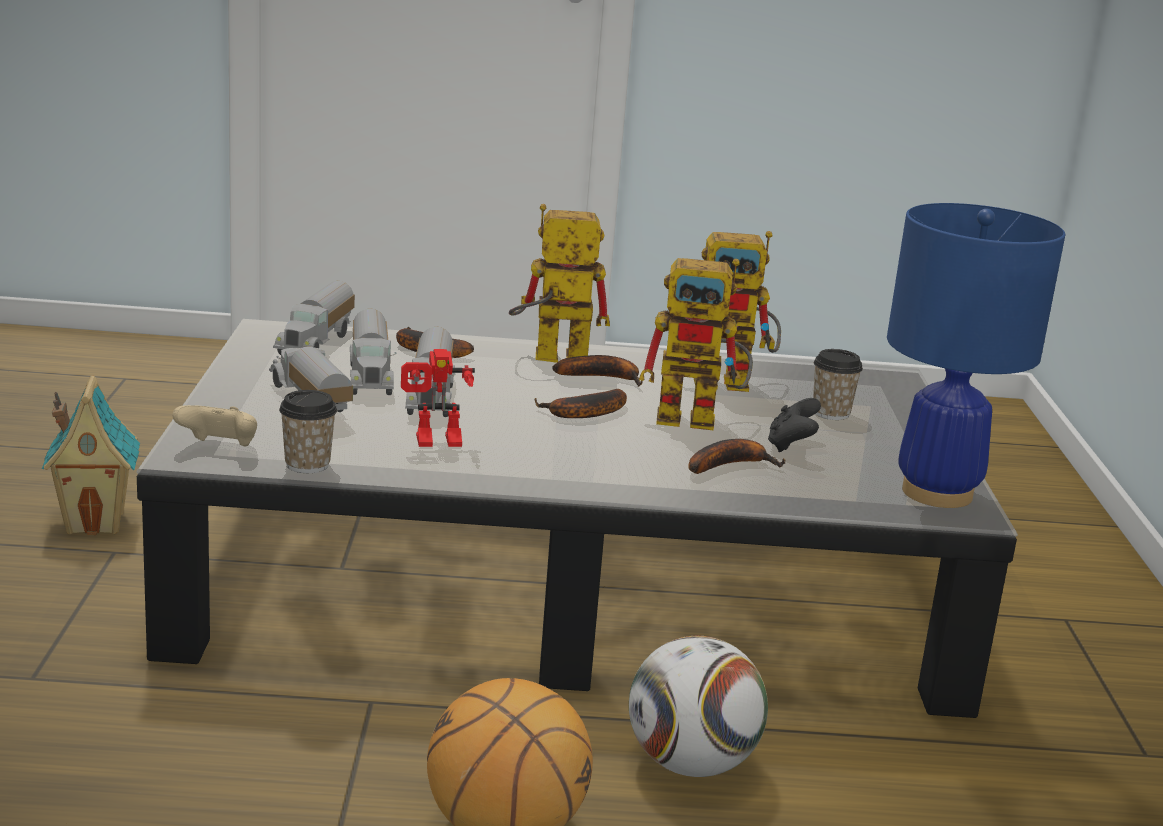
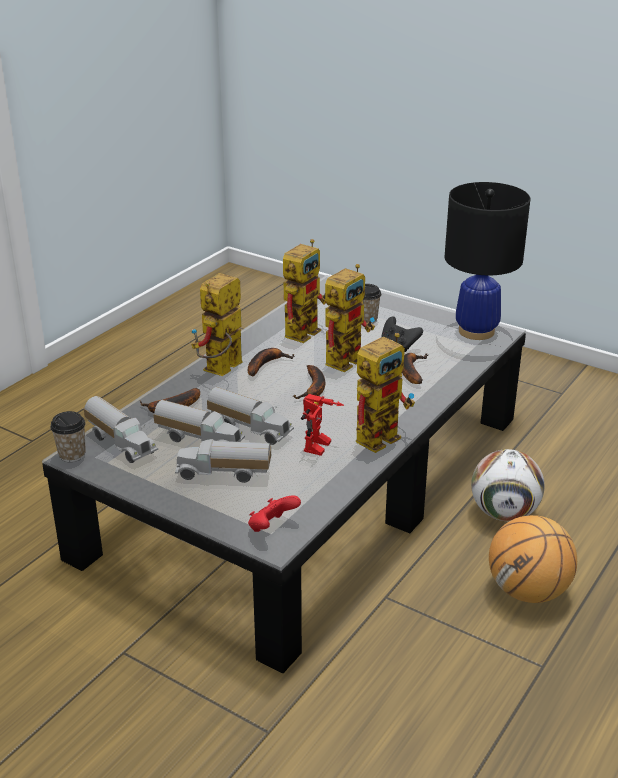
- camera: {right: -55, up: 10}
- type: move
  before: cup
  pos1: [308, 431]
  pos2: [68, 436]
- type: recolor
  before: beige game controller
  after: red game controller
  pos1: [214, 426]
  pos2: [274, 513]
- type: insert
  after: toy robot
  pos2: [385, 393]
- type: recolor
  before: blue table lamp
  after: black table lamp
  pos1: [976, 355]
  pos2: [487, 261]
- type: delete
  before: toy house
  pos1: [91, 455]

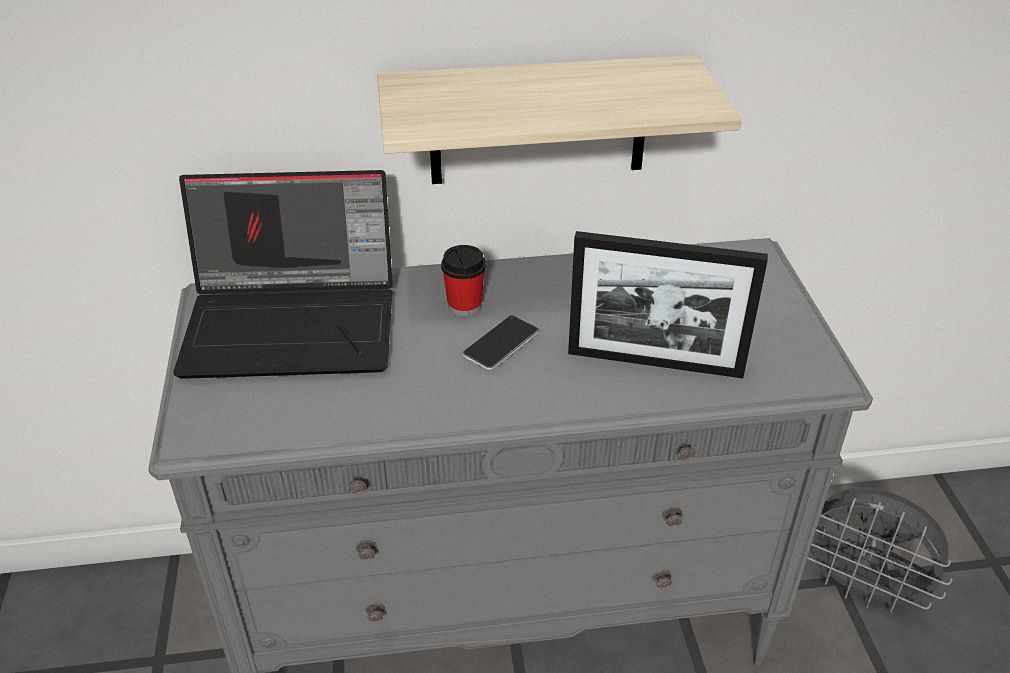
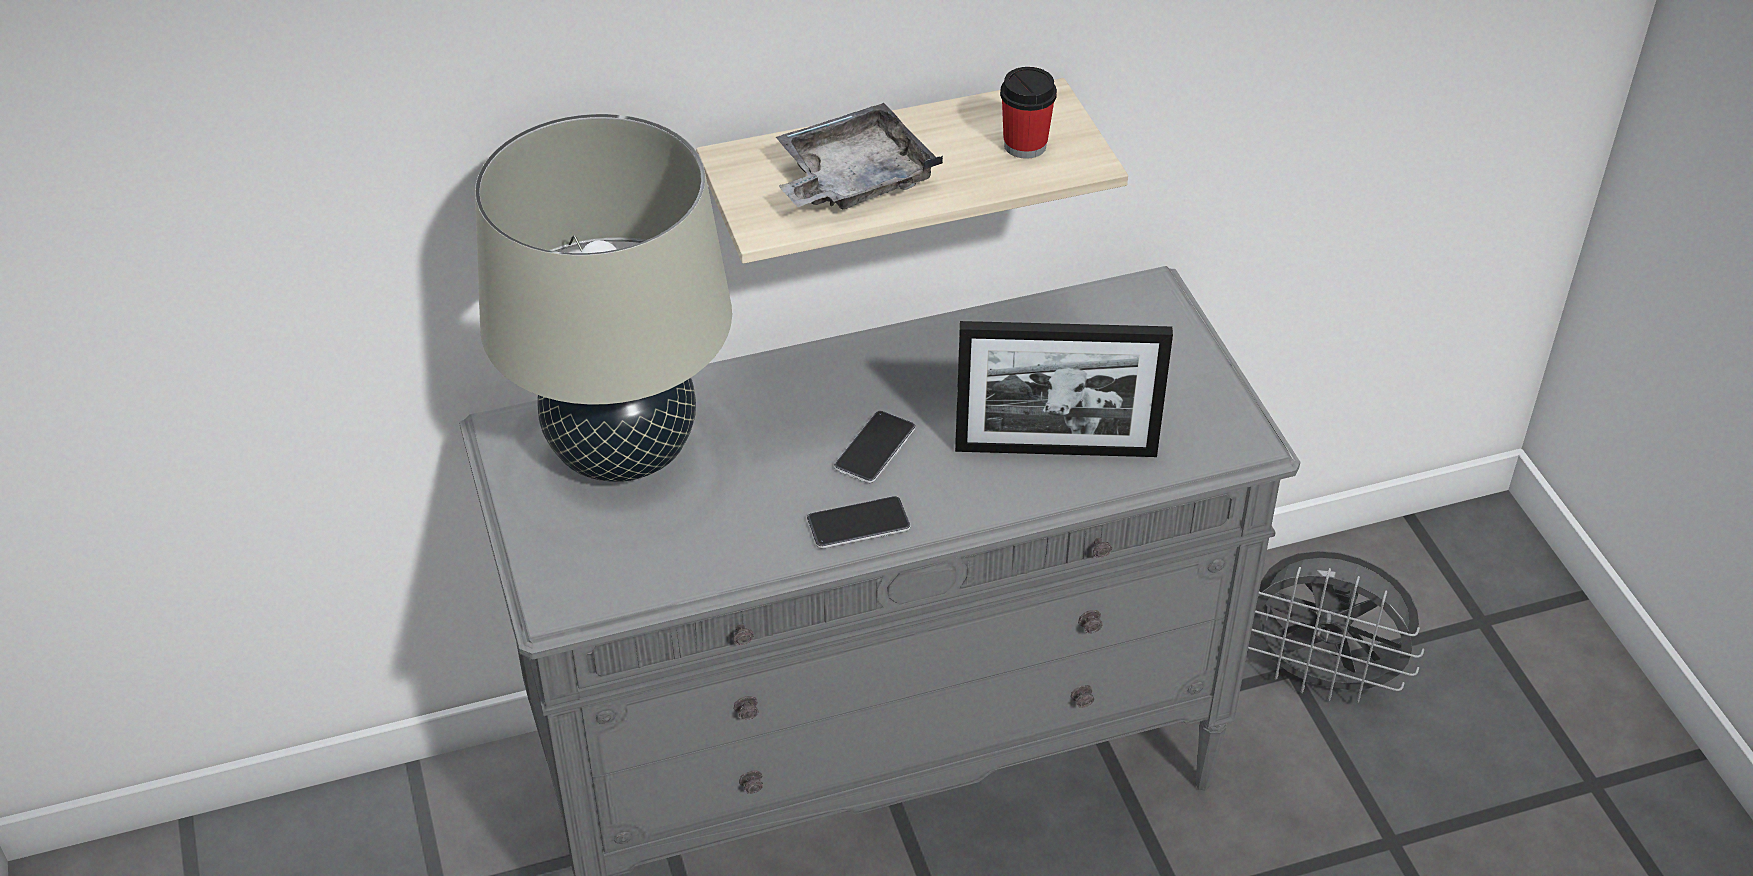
- camera: {right: -10, up: 5}
- type: replace
  before: laptop
  after: beige table lamp
  pos1: [283, 274]
  pos2: [603, 298]
- type: insert
  after: grey tray
  pos2: [859, 156]
- type: insert
  after: phone
  pos2: [859, 522]
- type: move
  before: cup
  pos1: [463, 280]
  pos2: [1028, 113]

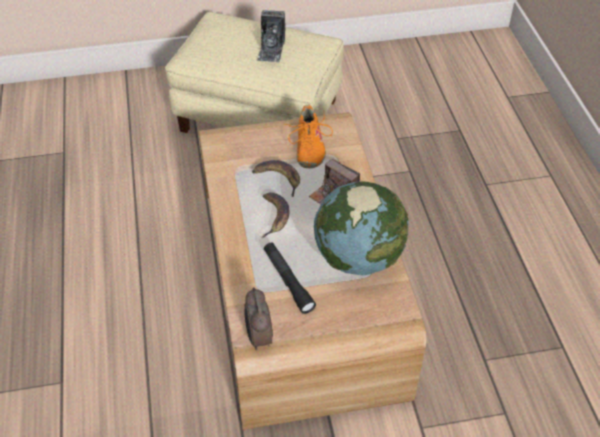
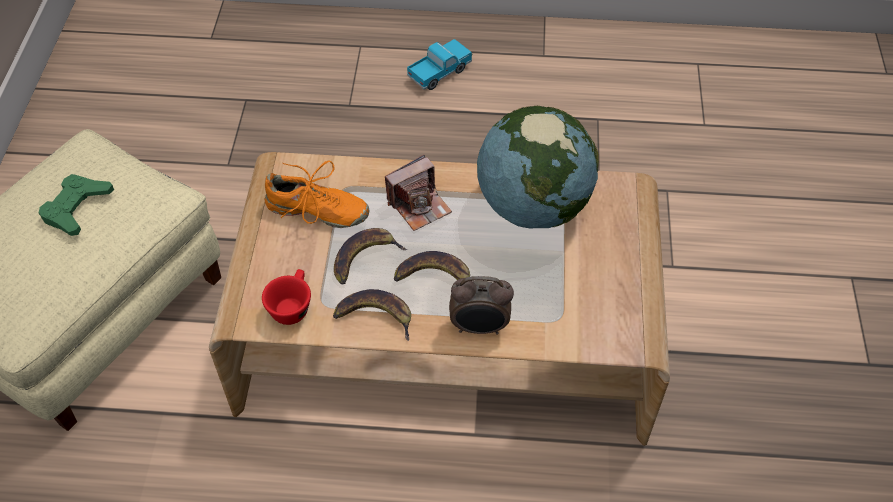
- camera: {right: -75, up: 5}
- type: replace
  before: photo camera
  after: green game controller
  pos1: [271, 36]
  pos2: [76, 205]
- type: insert
  after: red cup
  pos2: [286, 297]
- type: insert
  after: banana
  pos2: [372, 315]
- type: insert
  after: toy truck
  pos2: [439, 64]
- type: move
  before: alarm clock
  pos1: [258, 318]
  pos2: [481, 305]
- type: delete
  before: black flashlight
  pos1: [290, 278]

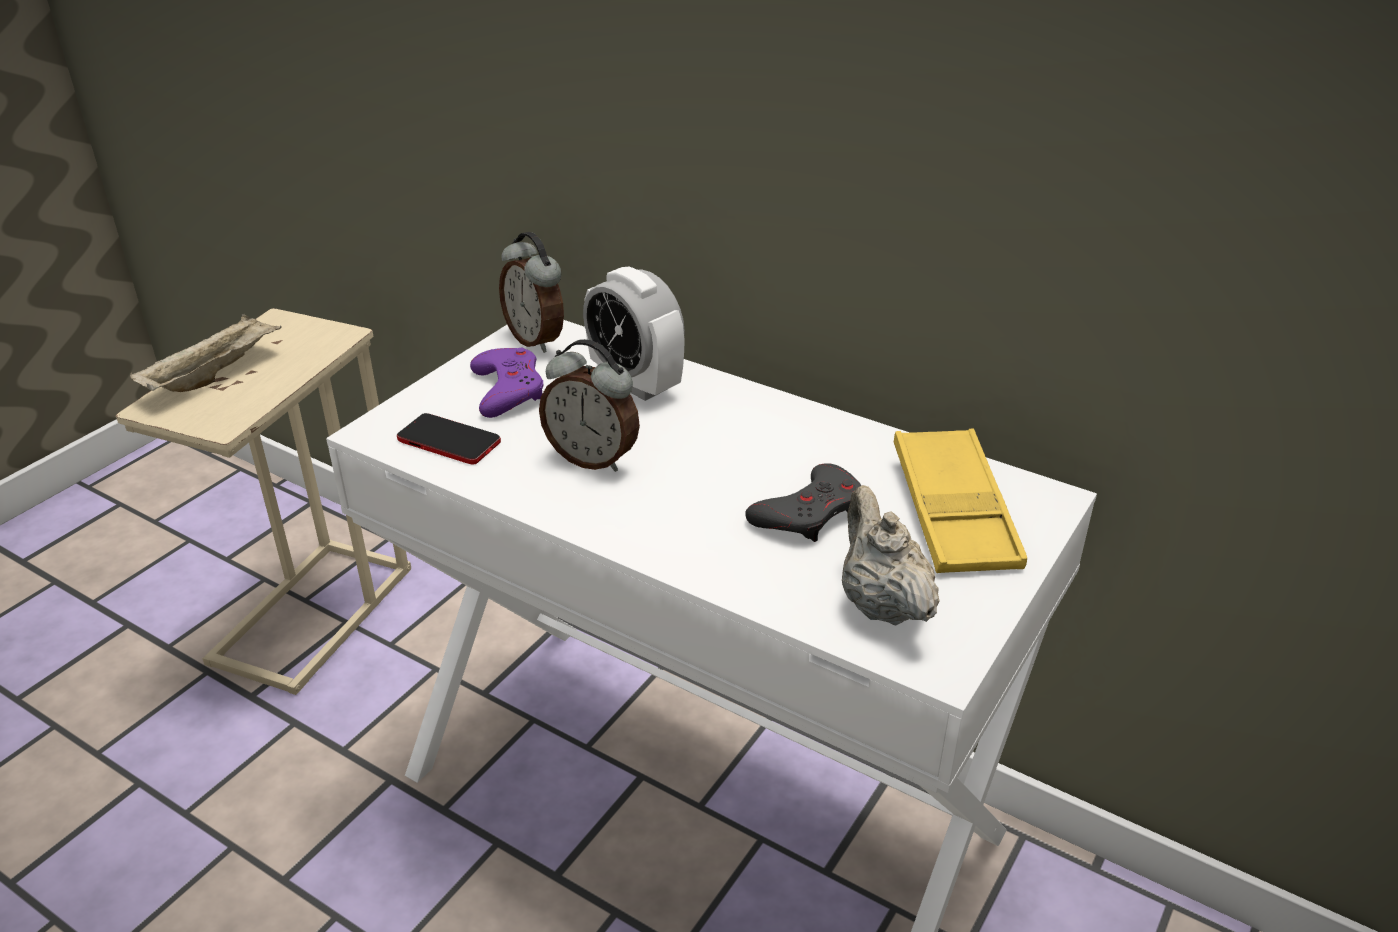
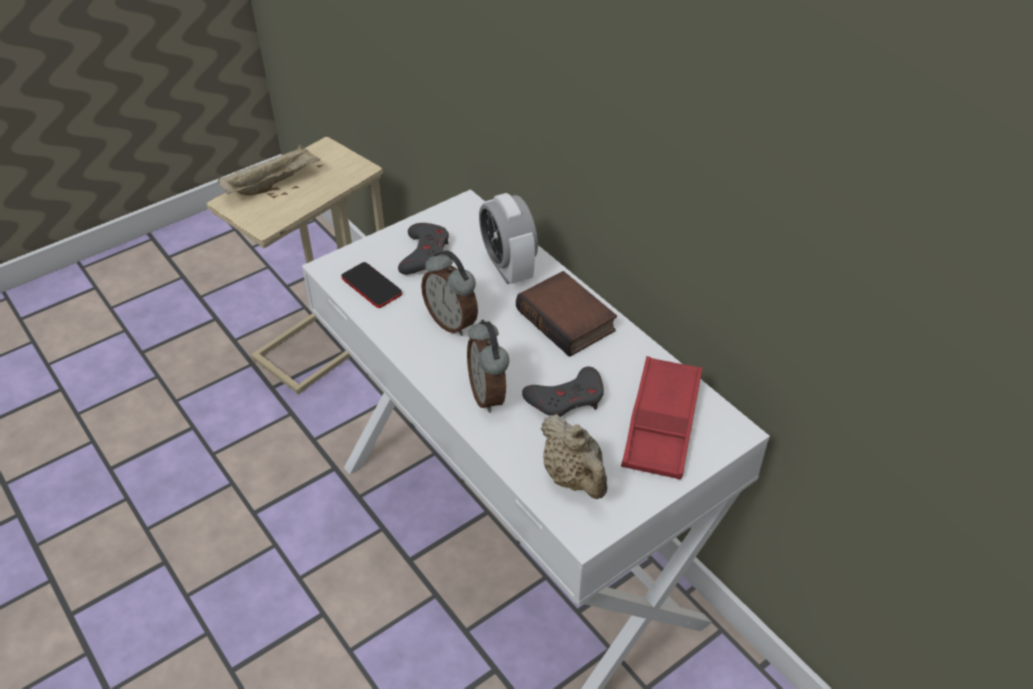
- camera: {right: 20, up: 10}
- type: recolor
  before: purple game controller
  after: grey game controller
  pos1: [506, 383]
  pos2: [423, 249]
- type: move
  before: alarm clock
  pos1: [531, 292]
  pos2: [488, 366]
- type: insert
  after: book
  pos2: [566, 314]
- type: rotate
  before: beige teapot
  pos1: [891, 555]
  pos2: [574, 456]
  turn: 150
- type: recolor
  before: yellow tray
  after: red tray
  pos1: [960, 500]
  pos2: [662, 417]

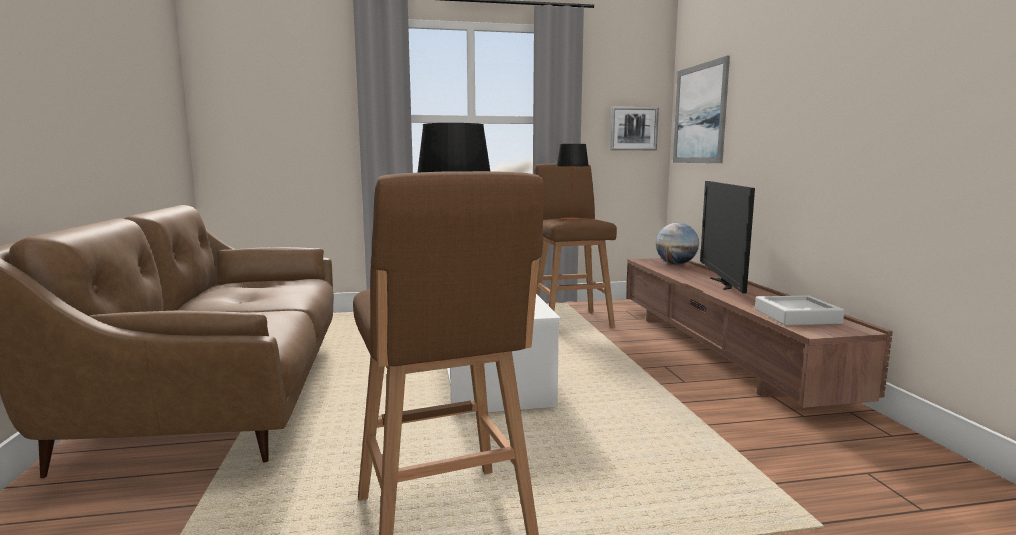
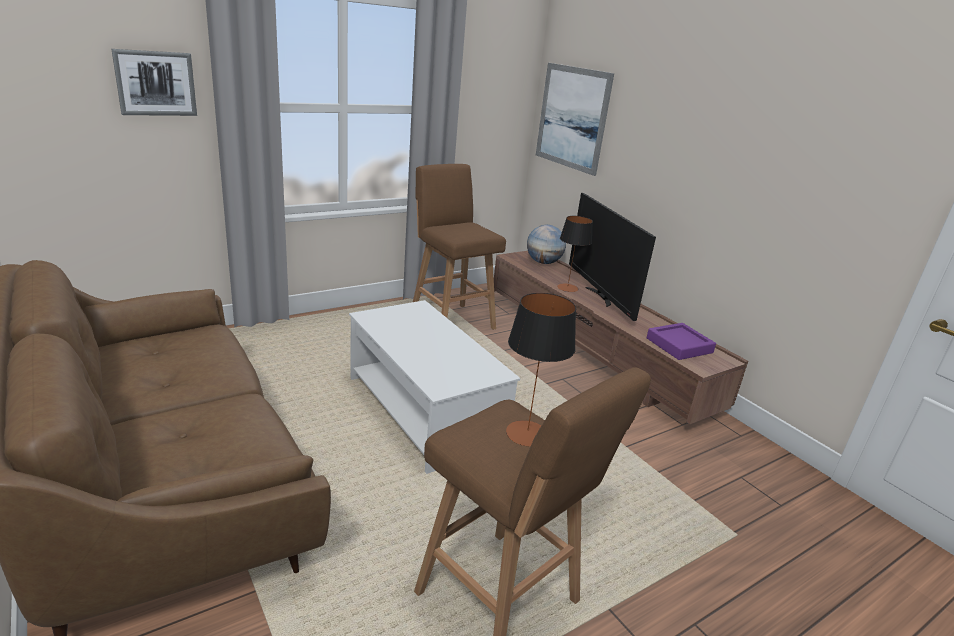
- camera: {right: -25, up: 15}
- type: move
  before: picture
  pos1: [634, 128]
  pos2: [154, 82]
- type: move
  before: table lamp
  pos1: [572, 182]
  pos2: [575, 254]
- type: recolor
  before: grey tray
  after: purple tray
  pos1: [799, 310]
  pos2: [681, 341]

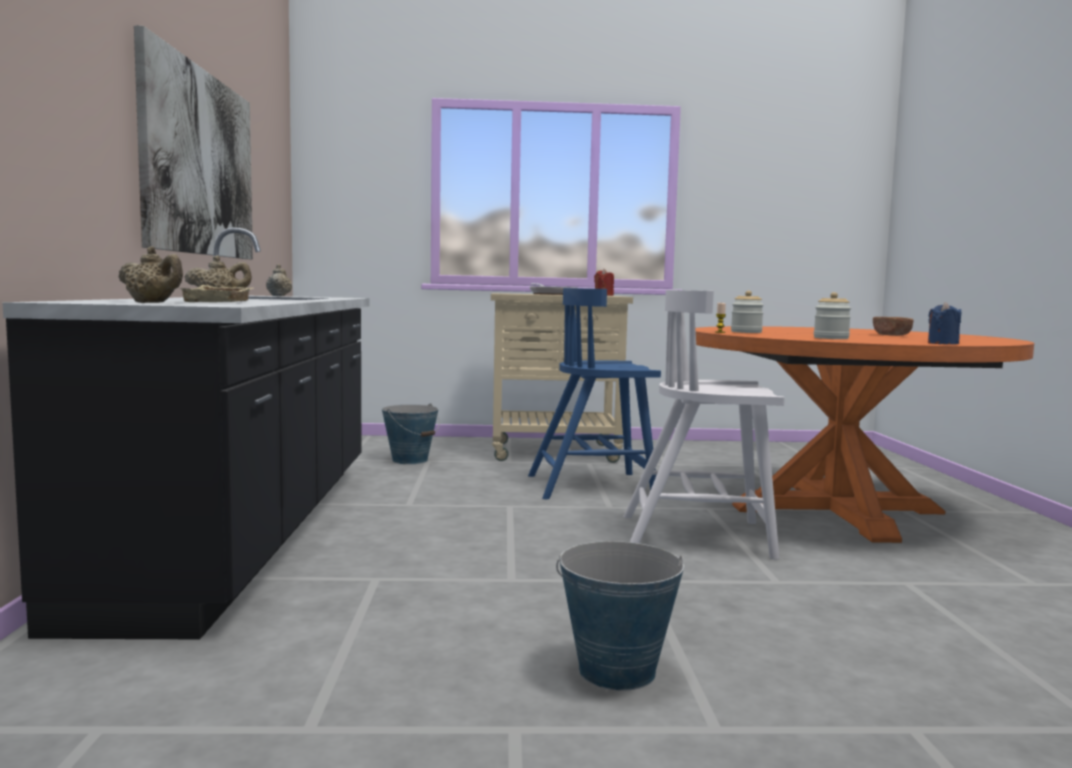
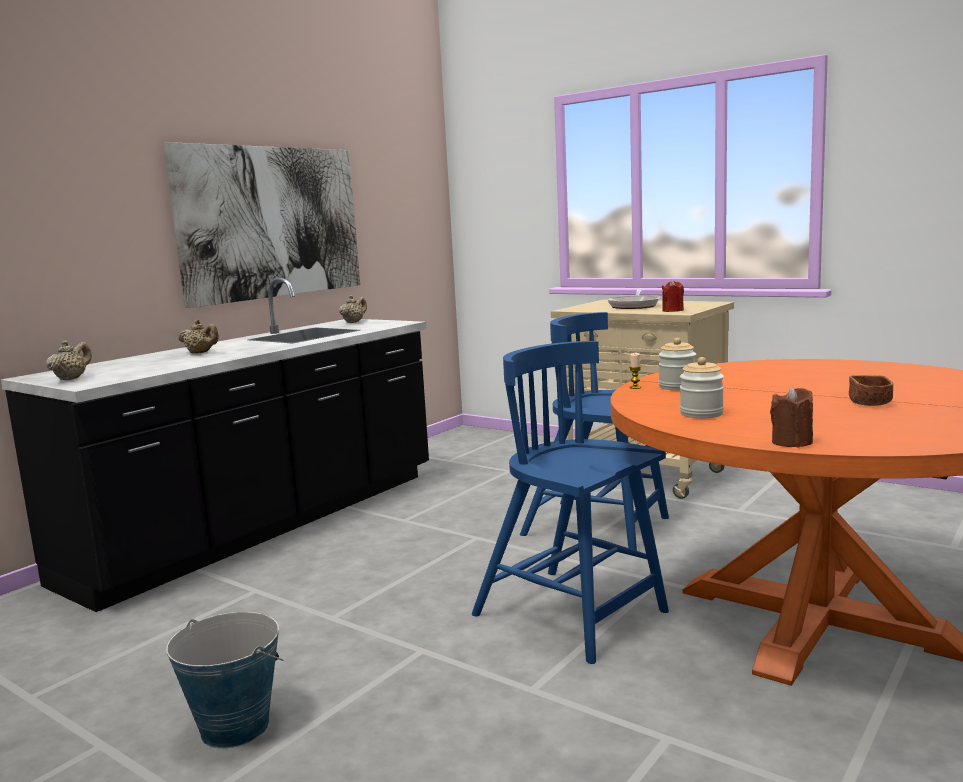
- camera: {right: 40, up: 5}
- type: rotate
  before: beige teapot
  pos1: [151, 274]
  pos2: [69, 360]
  turn: -135
- type: recolor
  before: white chair
  after: blue chair
  pos1: [704, 424]
  pos2: [570, 502]
- type: recolor
  before: blue candle
  after: brown candle
  pos1: [944, 323]
  pos2: [791, 417]
- type: delete
  before: beige tray
  pos1: [217, 293]
- type: delete
  before: bucket
  pos1: [411, 433]

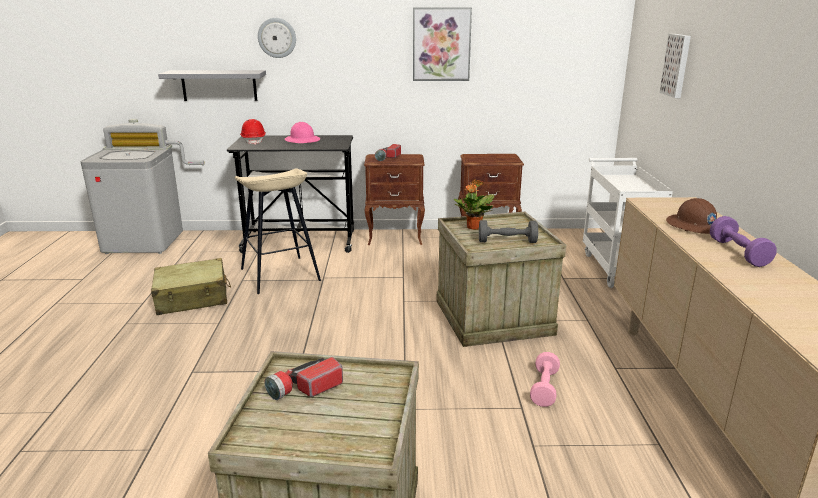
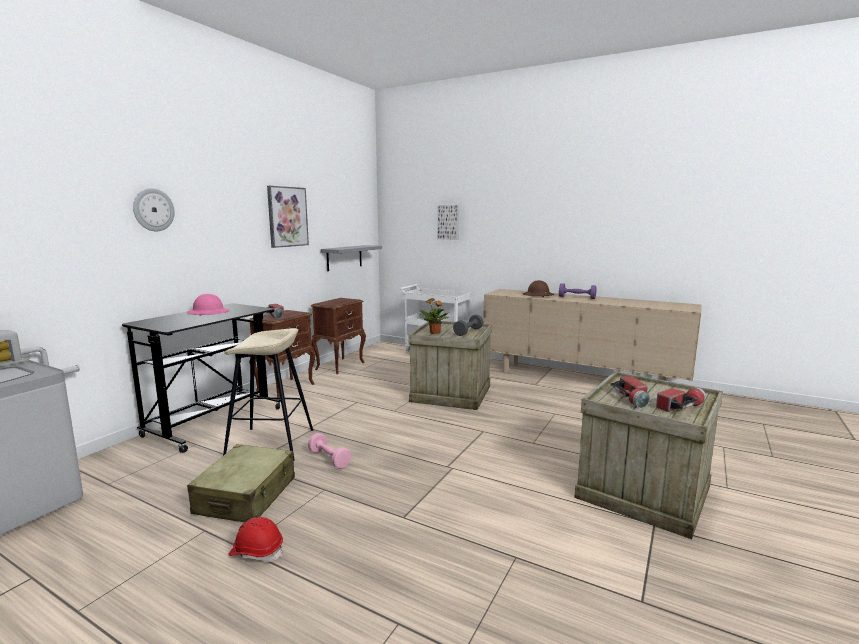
- camera: {right: -60, up: -10}
- type: move
  before: red hard hat
  pos1: [253, 132]
  pos2: [255, 539]
- type: move
  before: pink dumbbell
  pos1: [545, 379]
  pos2: [329, 451]
- type: move
  before: grey shelf
  pos1: [212, 85]
  pos2: [351, 258]
- type: insert
  after: flashlight
  pos2: [681, 399]

